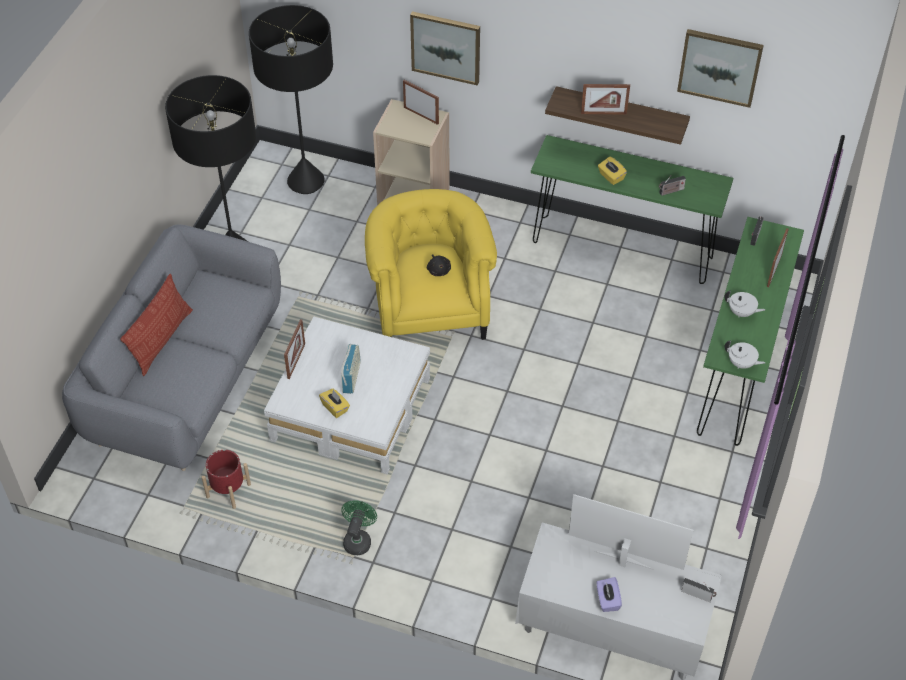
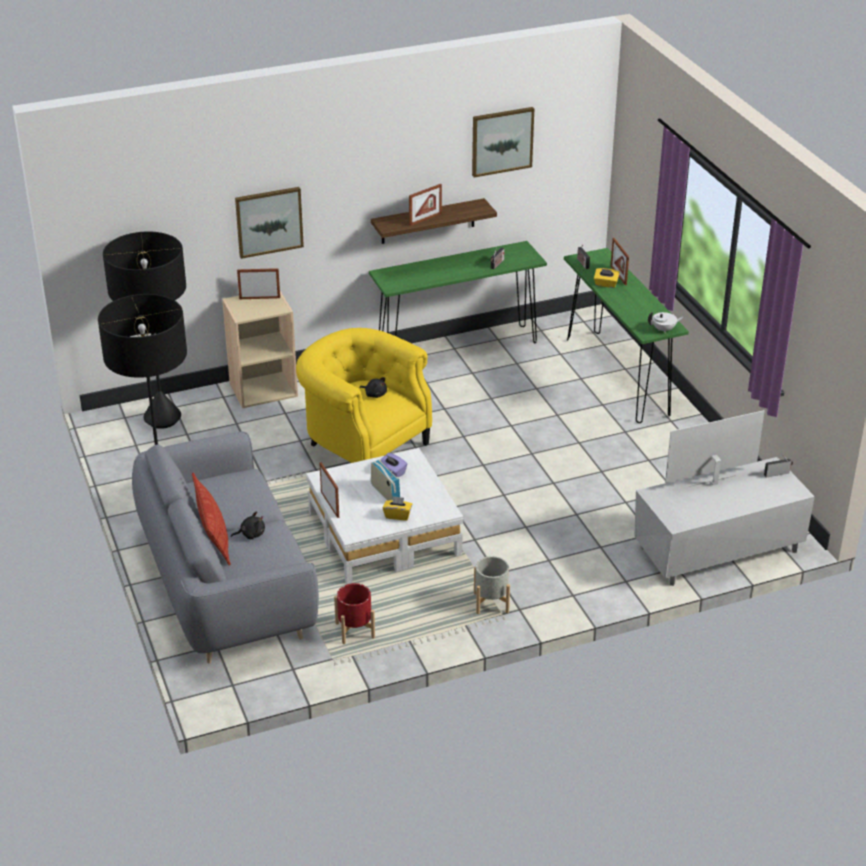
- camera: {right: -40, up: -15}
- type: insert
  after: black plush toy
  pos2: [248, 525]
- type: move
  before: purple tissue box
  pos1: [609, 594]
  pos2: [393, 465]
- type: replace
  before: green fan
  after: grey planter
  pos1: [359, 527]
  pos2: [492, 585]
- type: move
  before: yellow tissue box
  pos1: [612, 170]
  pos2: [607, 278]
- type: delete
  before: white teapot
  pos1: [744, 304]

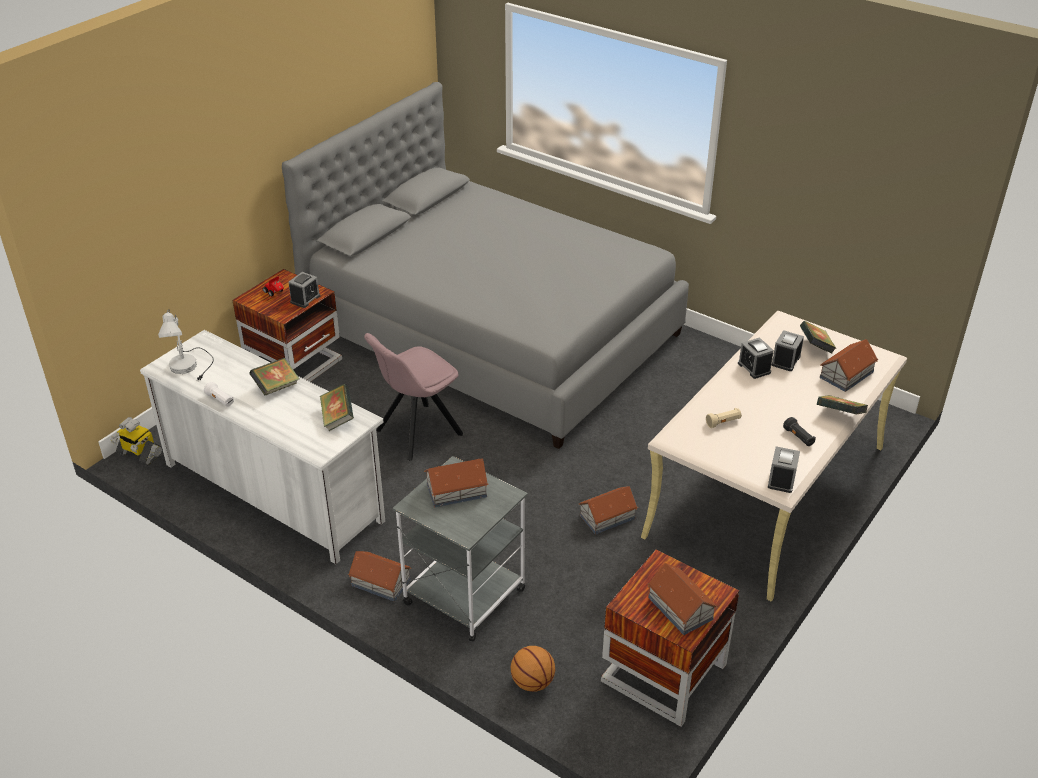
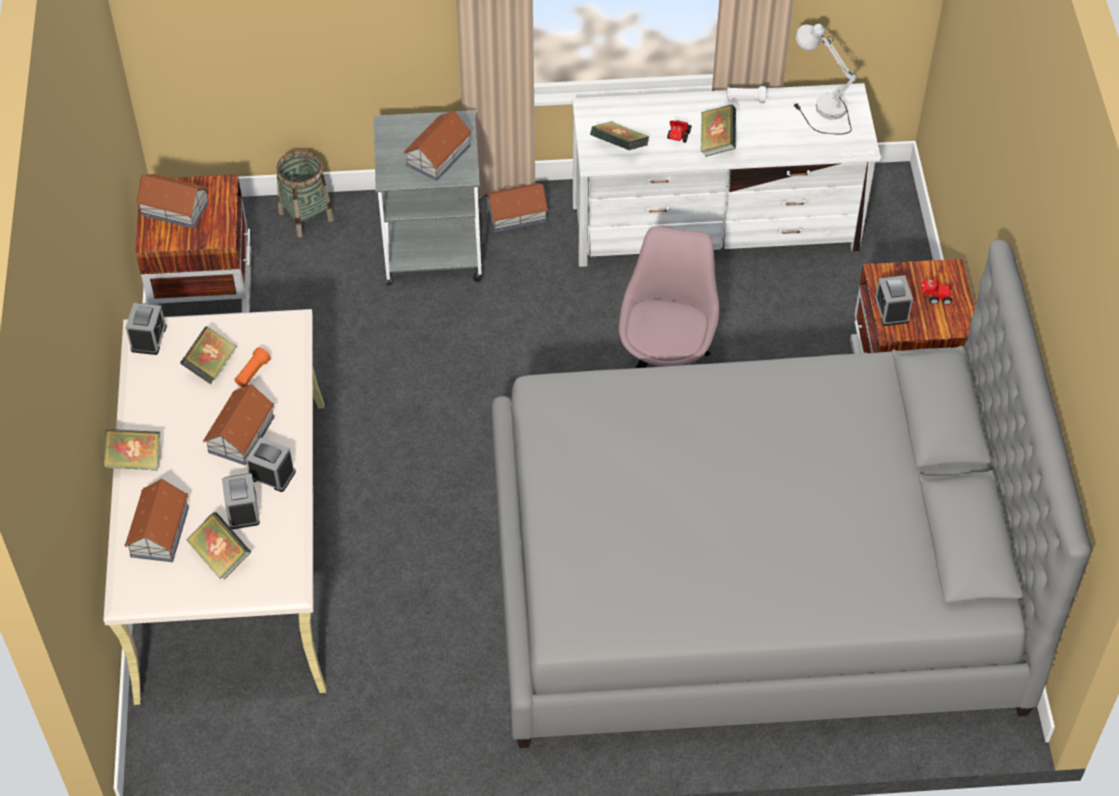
- camera: {right: 140, up: 15}
- type: rotate
  before: alarm clock
  pos1: [784, 469]
  pos2: [146, 329]
  turn: -150
- type: insert
  after: book
  pos2: [208, 355]
- type: move
  before: toy house
  pos1: [608, 510]
  pos2: [238, 424]
- type: recolor
  before: beige flashlight
  after: orange flashlight
  pos1: [724, 418]
  pos2: [252, 367]
- type: replace
  before: basketball
  after: basket
  pos1: [532, 669]
  pos2: [305, 193]
- type: insert
  after: toy car
  pos2: [679, 131]
- type: delete
  before: toy robot
  pos1: [136, 441]
- type: delete
  before: black flashlight
  pos1: [799, 431]

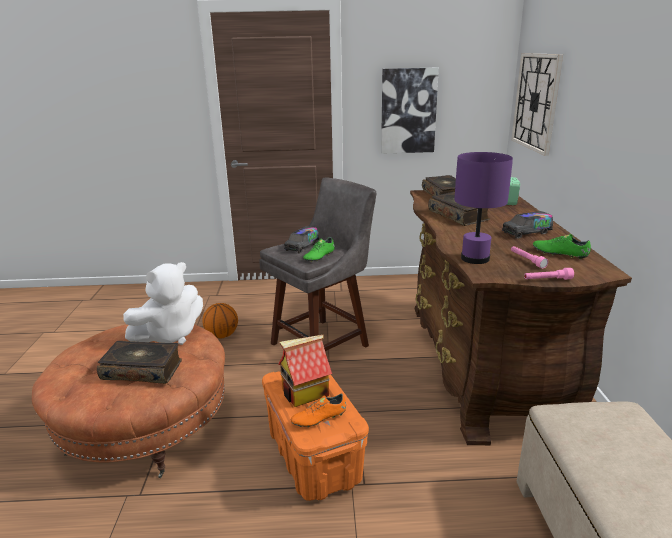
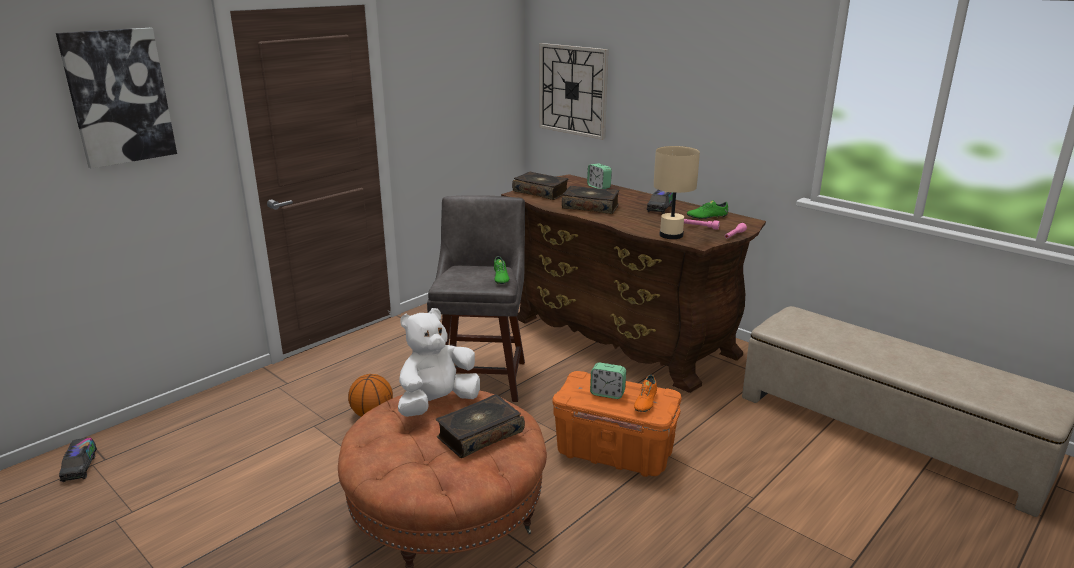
- camera: {right: -45, up: 0}
- type: move
  before: picture
  pos1: [410, 110]
  pos2: [116, 98]
- type: move
  before: toy truck
  pos1: [301, 240]
  pos2: [78, 460]
- type: rotate
  before: white plush toy
  pos1: [163, 303]
  pos2: [439, 362]
  turn: -135
- type: replace
  before: toy house
  after: alarm clock
  pos1: [305, 370]
  pos2: [608, 380]
- type: recolor
  before: purple table lamp
  after: beige table lamp
  pos1: [484, 208]
  pos2: [677, 192]

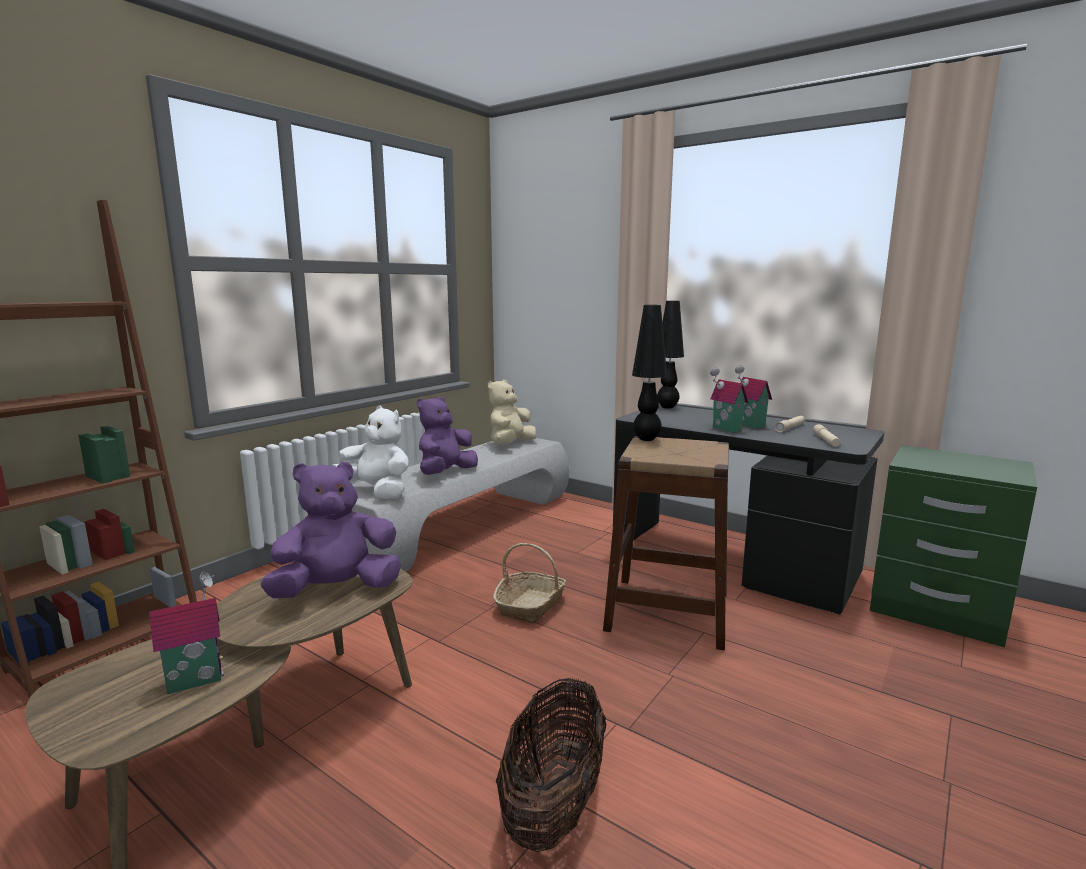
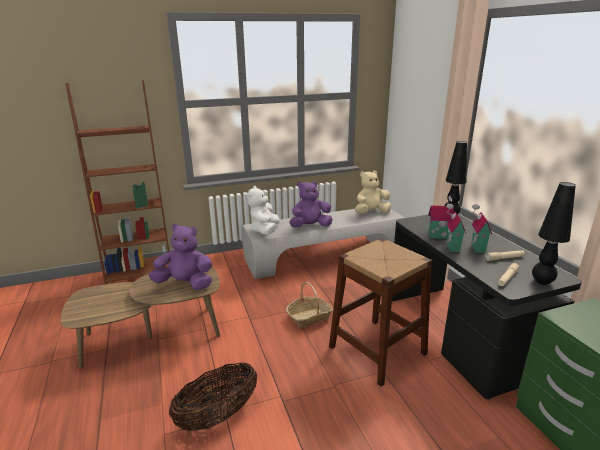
- camera: {right: 35, up: 10}
- type: rotate
  before: white plush toy
  pos1: [370, 452]
  pos2: [263, 210]
  turn: -150
- type: move
  before: toy house
  pos1: [186, 632]
  pos2: [441, 217]
- type: move
  before: black table lamp
  pos1: [649, 373]
  pos2: [554, 233]

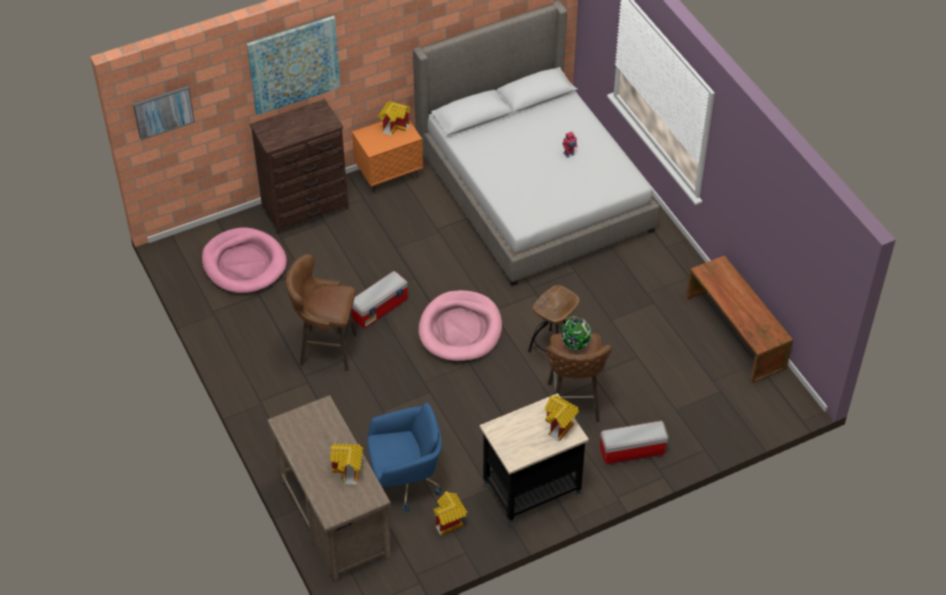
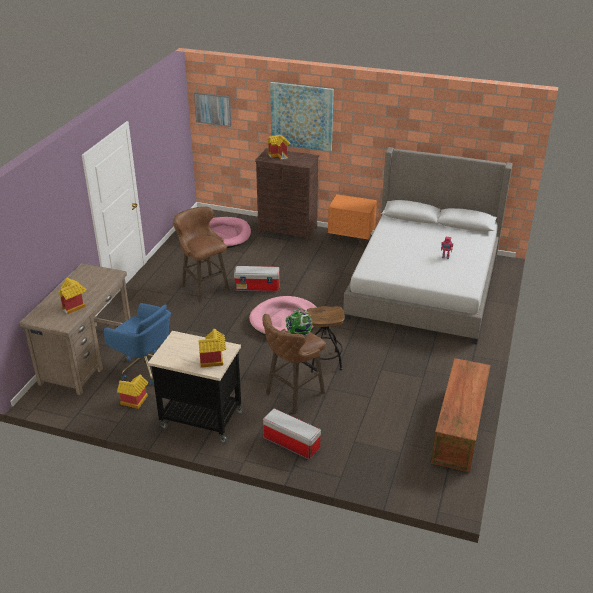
- camera: {right: 45, up: -15}
- type: move
  before: toy house
  pos1: [394, 118]
  pos2: [278, 147]

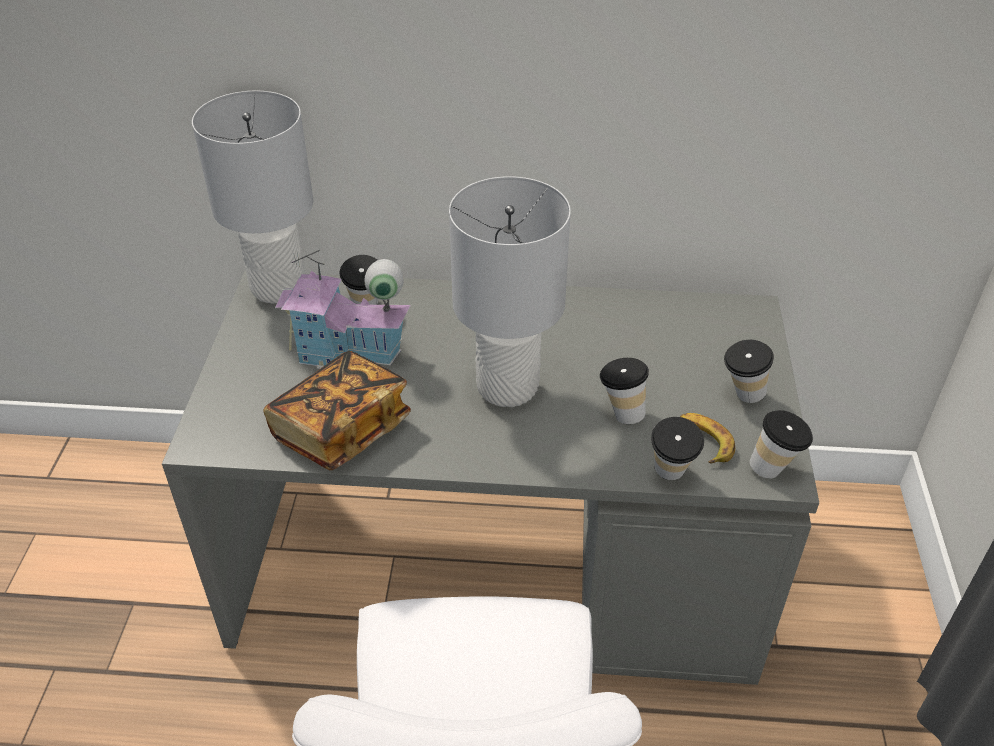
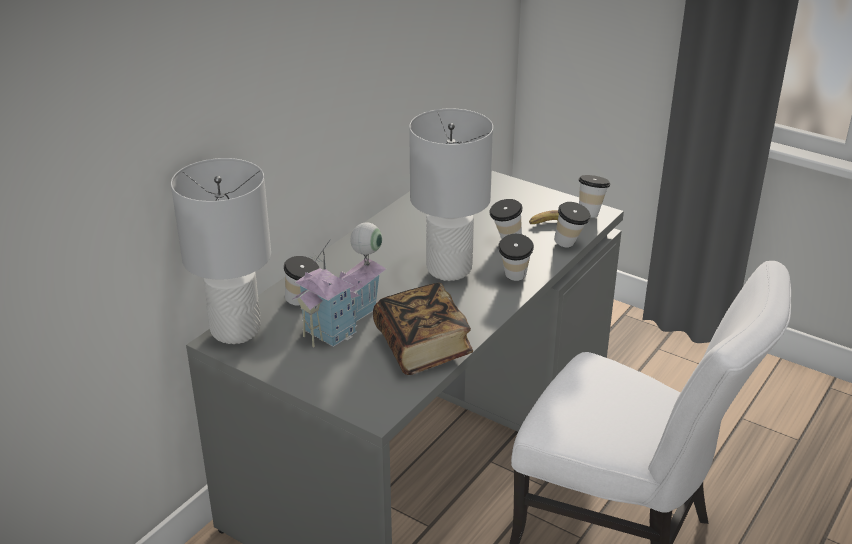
- camera: {right: -60, up: -10}
- type: move
  before: cup
  pos1: [749, 371]
  pos2: [516, 257]

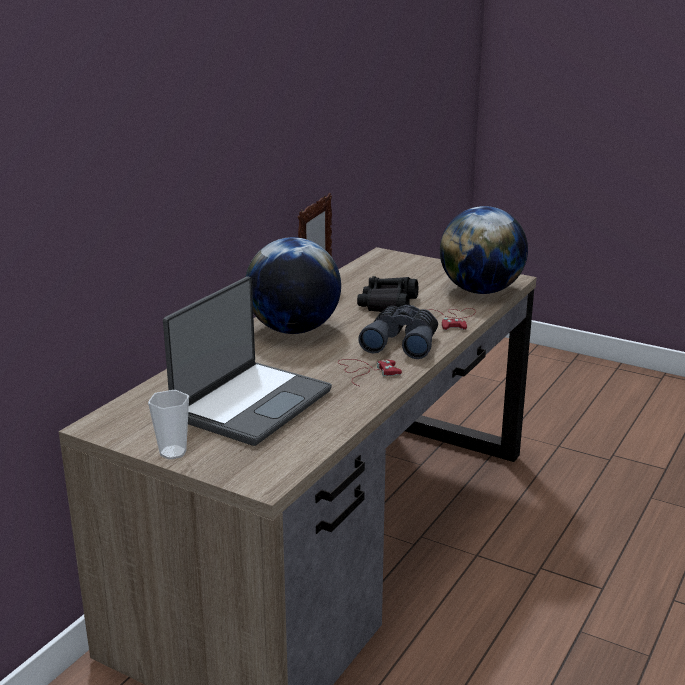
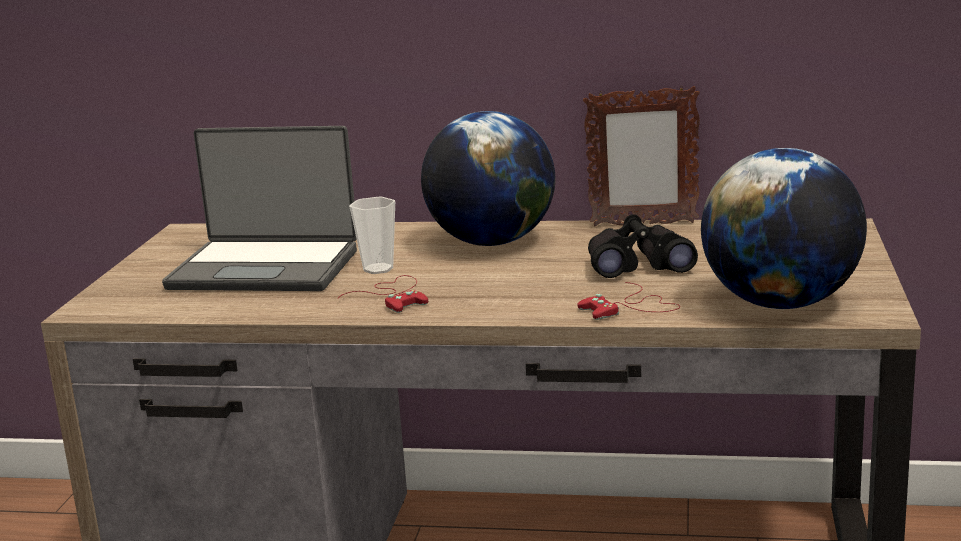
- camera: {right: 70, up: -5}
- type: move
  before: cup
  pos1: [168, 424]
  pos2: [372, 235]
- type: delete
  before: grey binoculars
  pos1: [398, 332]

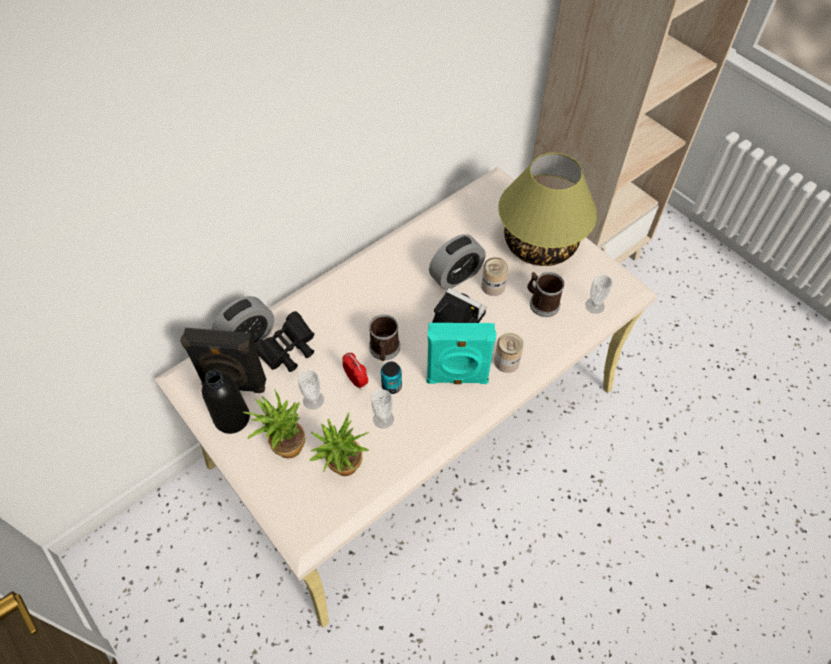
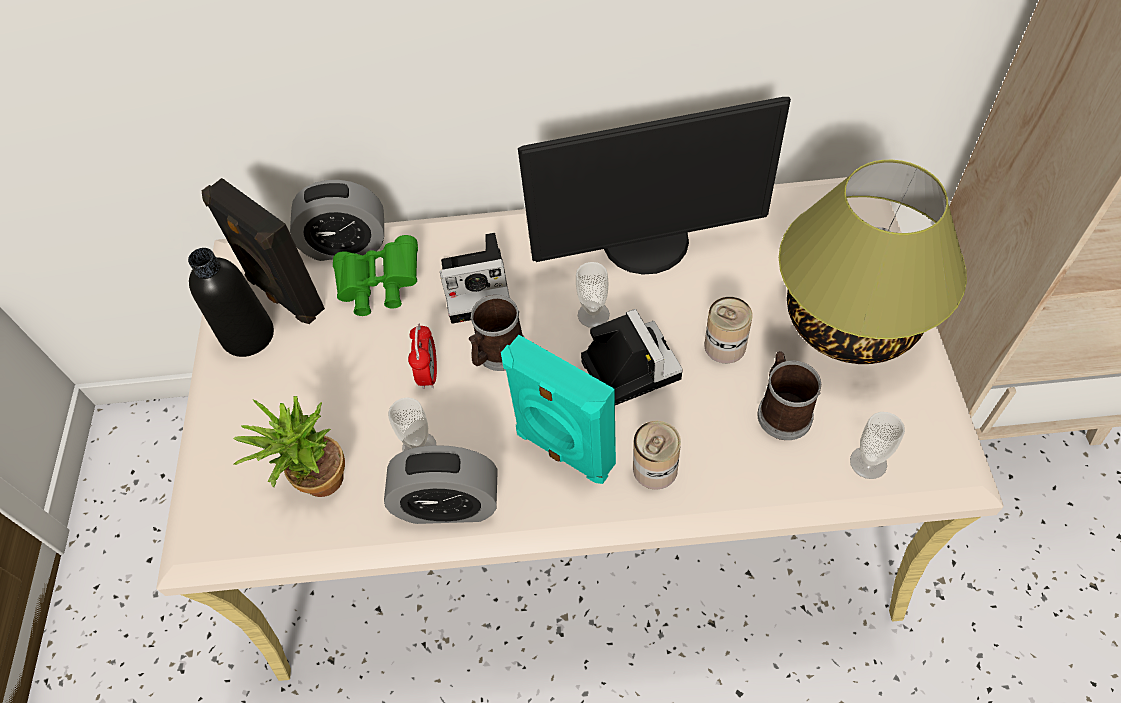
- camera: {right: 40, up: 0}
- type: recolor
  before: black binoculars
  after: green binoculars
  pos1: [284, 341]
  pos2: [375, 275]
- type: move
  before: alarm clock
  pos1: [457, 262]
  pos2: [441, 484]
- type: insert
  after: photo camera
  pos2: [475, 278]
- type: insert
  after: monitor
  pos2: [654, 186]
- type: move
  before: cup
  pos1: [311, 390]
  pos2: [593, 295]
- type: delete
  before: potted plant
  pos1: [274, 424]
- type: delete
  before: can
  pos1: [391, 378]

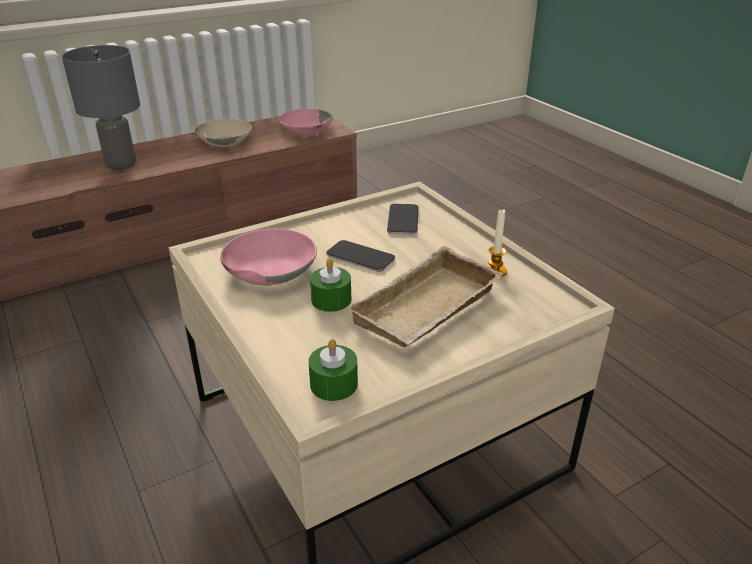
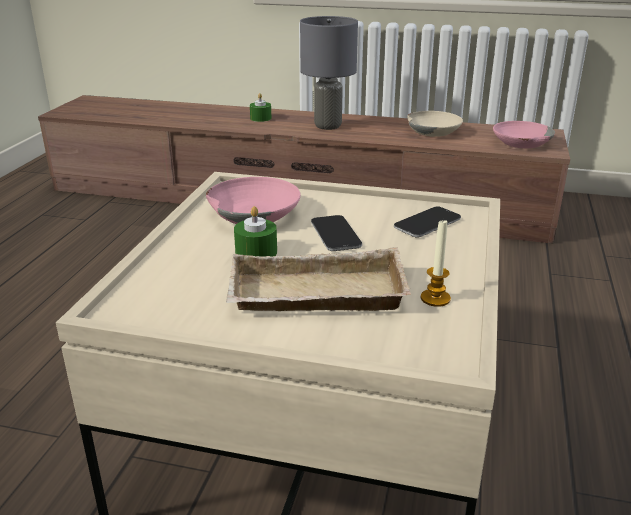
- camera: {right: 45, up: -5}
- type: move
  before: green candle
  pos1: [333, 370]
  pos2: [261, 107]

